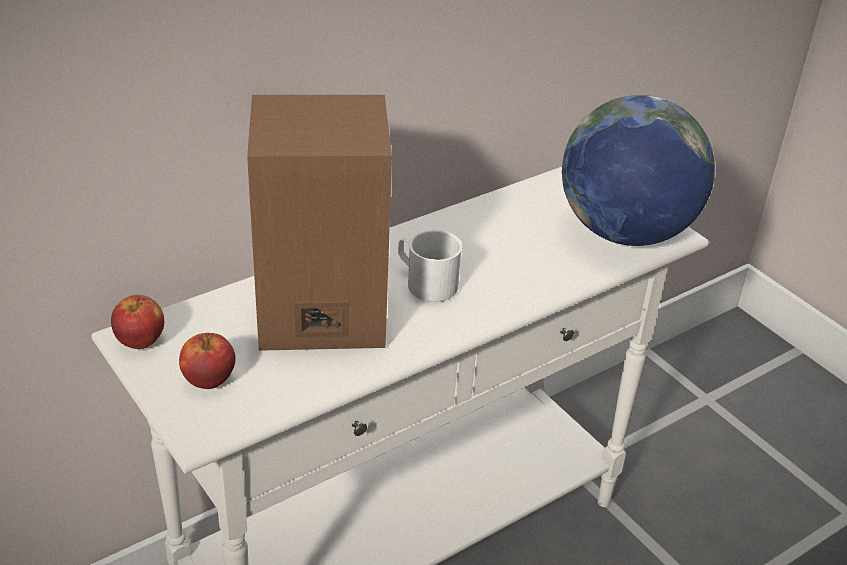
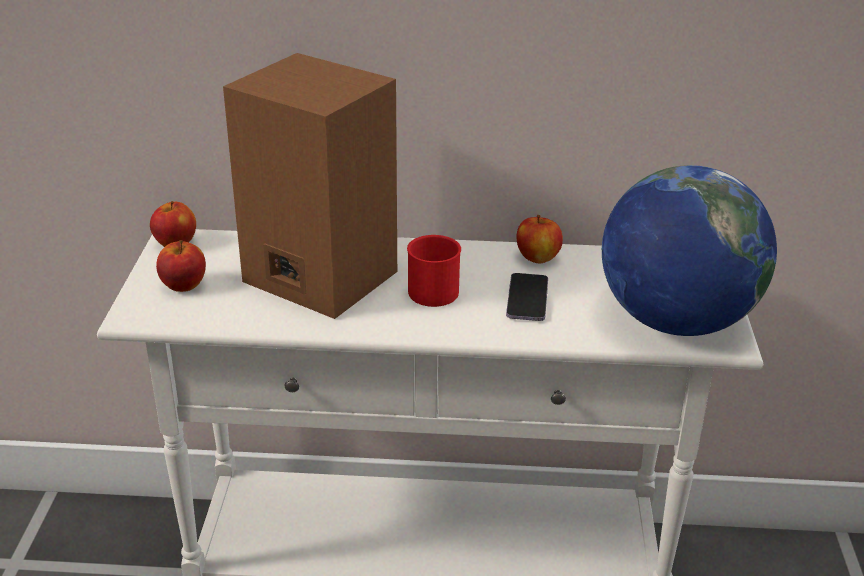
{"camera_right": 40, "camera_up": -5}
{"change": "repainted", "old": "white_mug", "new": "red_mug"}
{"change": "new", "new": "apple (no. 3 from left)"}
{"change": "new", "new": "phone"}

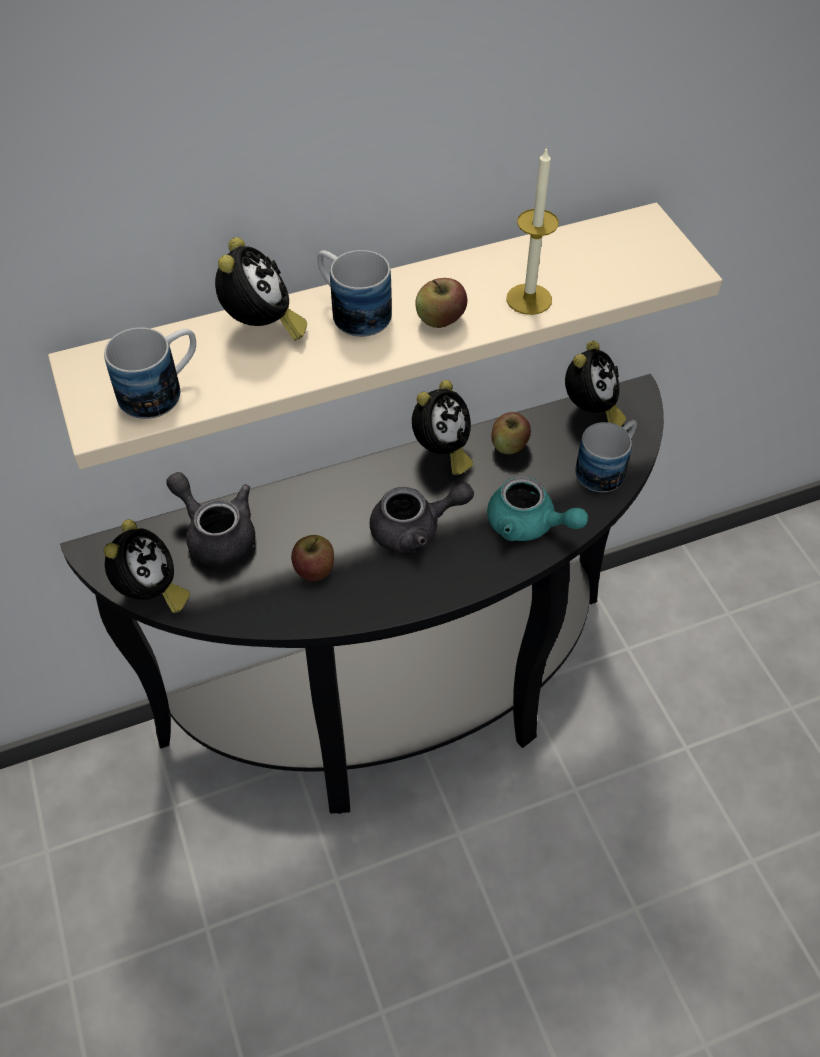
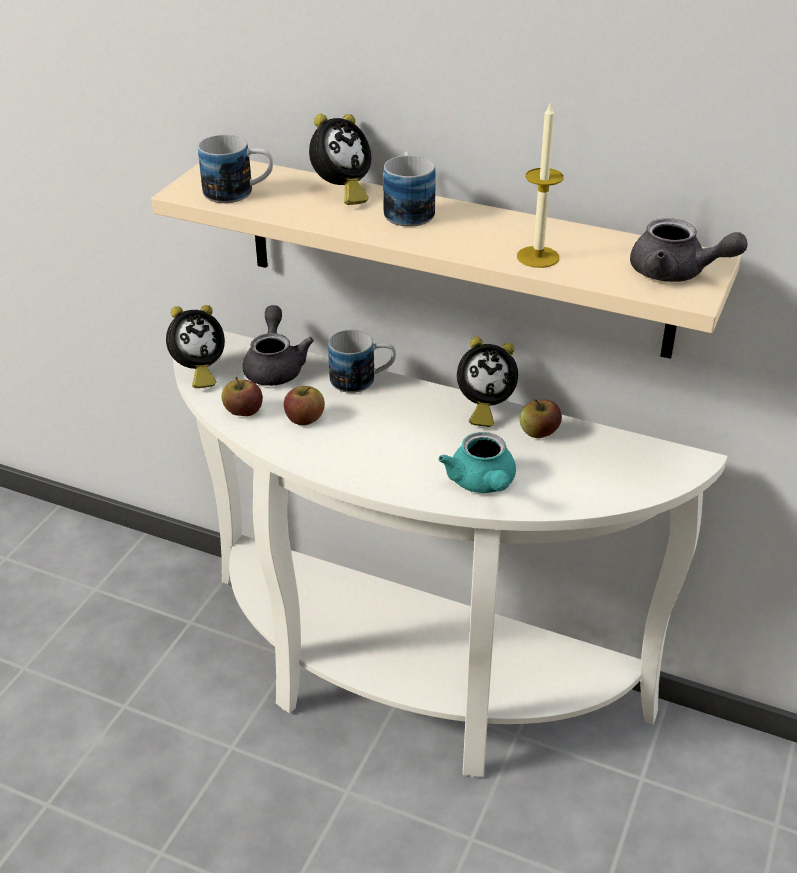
{"camera_right": 45, "camera_up": -15}
{"change": "shifted", "old": "apple (no. 2 from left in the first image)", "new": "apple (no. 1 from left)"}
{"change": "gone", "old": "alarm_clock (no. 4 from left)"}
{"change": "repainted", "old": "black_console_table", "new": "white_console_table"}
{"change": "shifted", "old": "mug (no. 3 from left in the first image)", "new": "mug (no. 2 from left)"}
{"change": "shifted", "old": "grey_teapot (no. 2 from left)"}

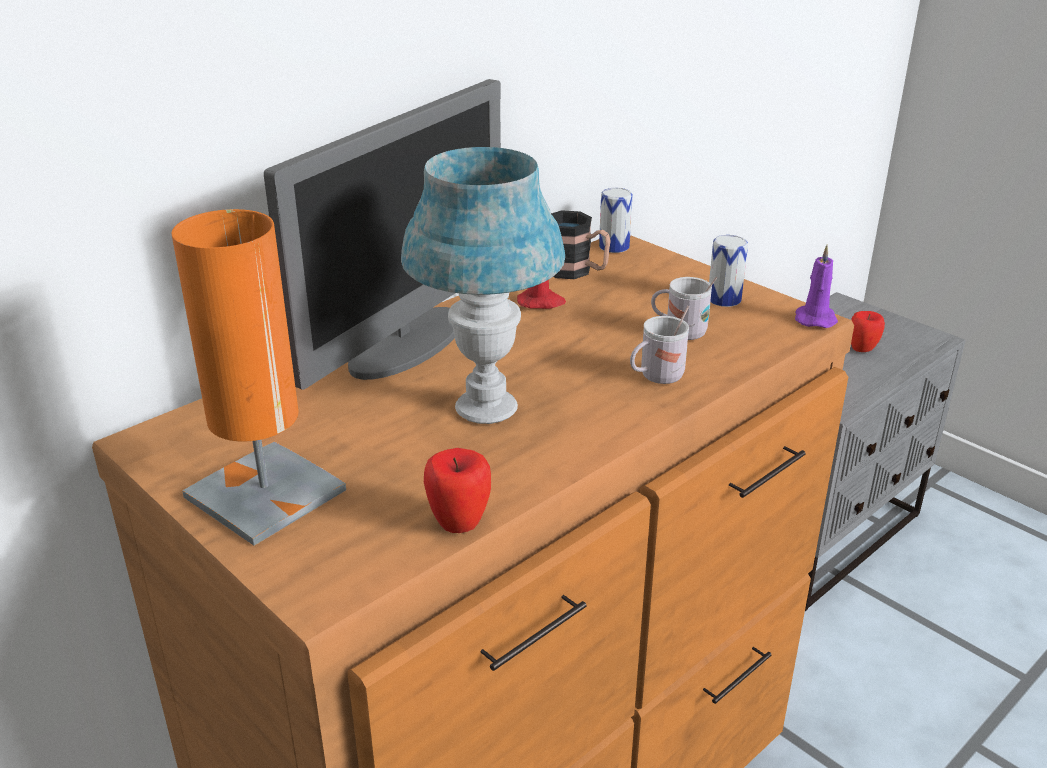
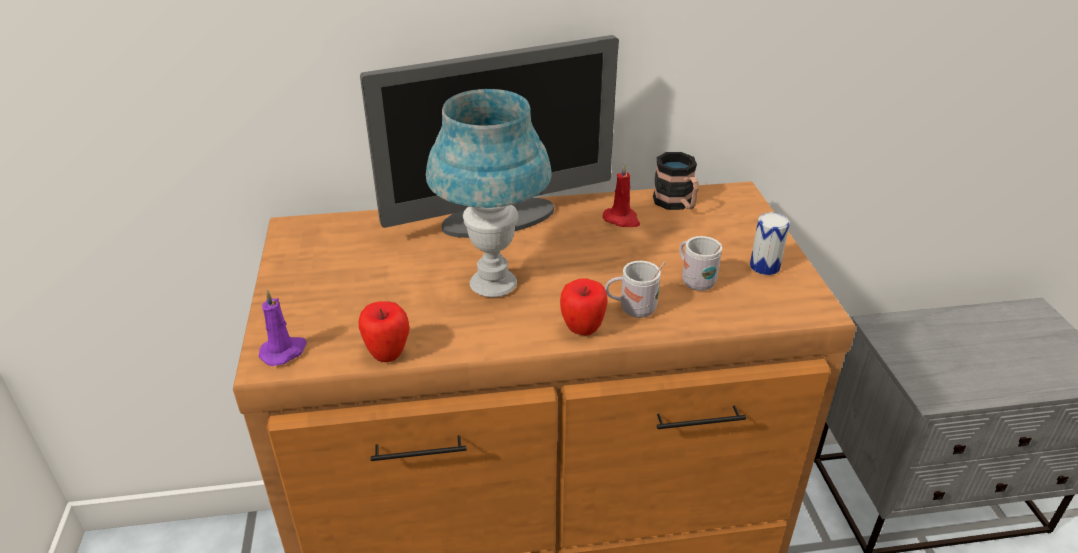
{"camera_right": 35, "camera_up": 5}
{"change": "gone", "old": "can (no. 1 from left)"}
{"change": "gone", "old": "orange_table_lamp"}
{"change": "shifted", "old": "purple_candle"}
{"change": "shifted", "old": "apple (no. 2 from left)"}

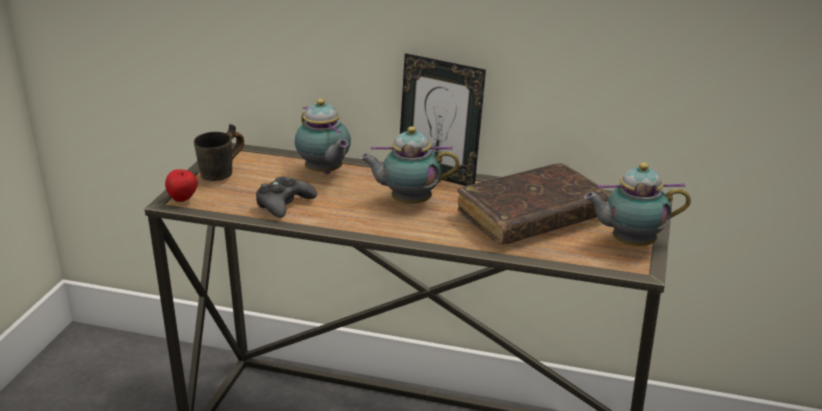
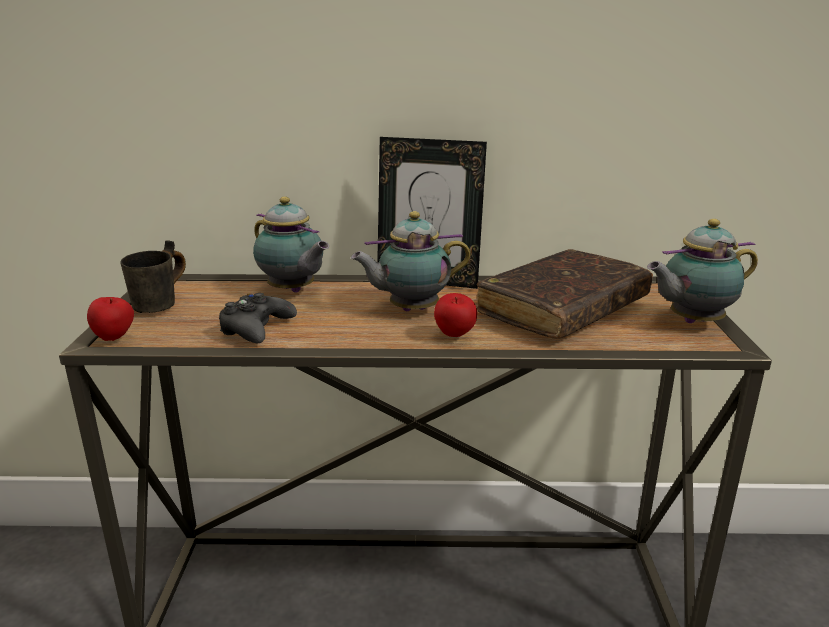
{"camera_right": -15, "camera_up": -5}
{"change": "new", "new": "apple (no. 2 from left)"}

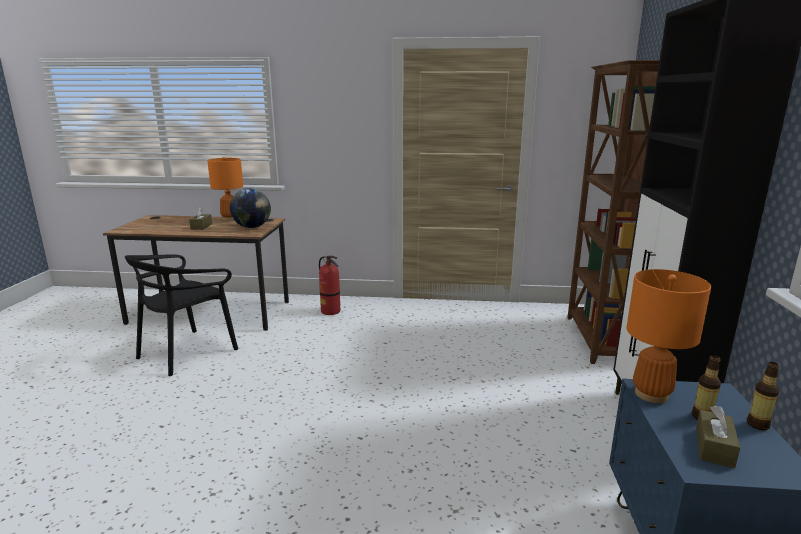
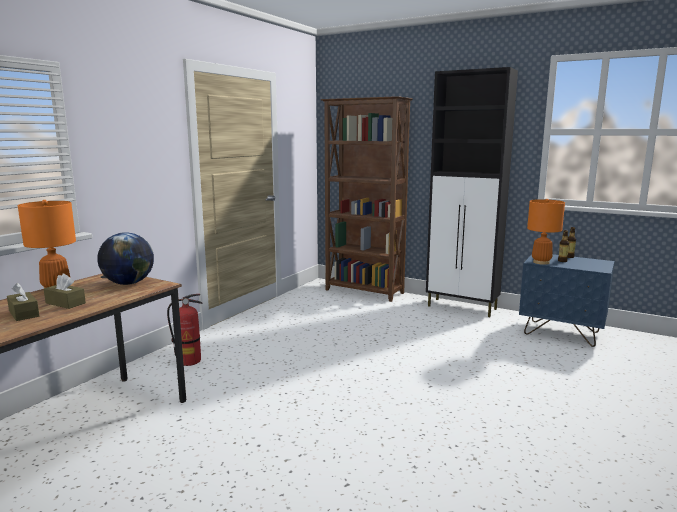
{"camera_right": -65, "camera_up": -5}
{"change": "gone", "old": "black_chair"}
{"change": "shifted", "old": "brown_tissue_box (no. 2 from left in the first image)", "new": "brown_tissue_box (no. 1 from left)"}

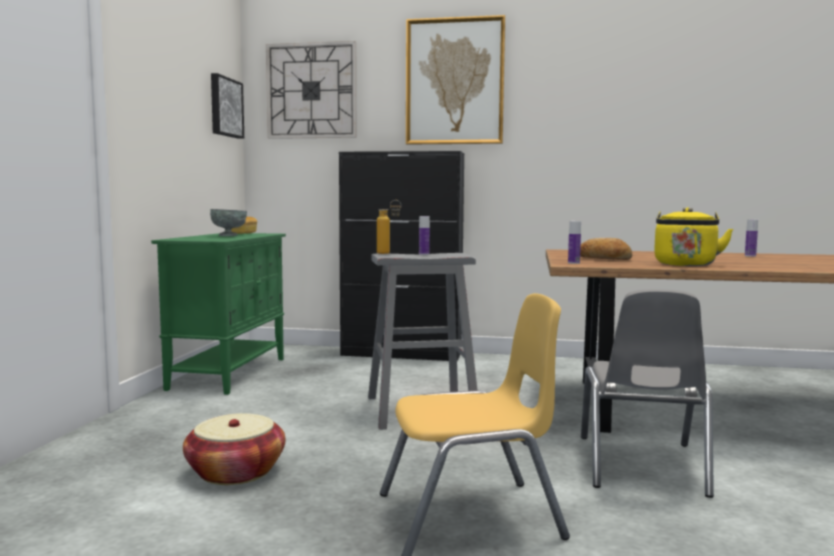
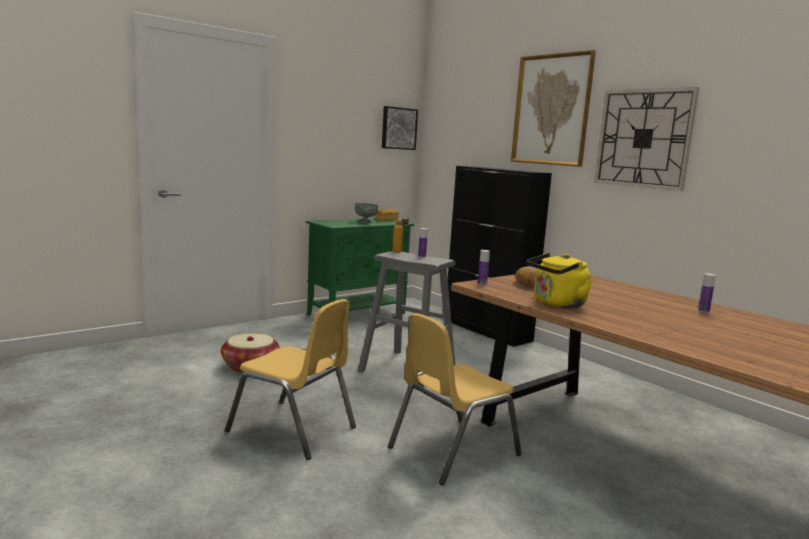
{"camera_right": 40, "camera_up": 5}
{"change": "shifted", "old": "wall_clock"}
{"change": "repainted", "old": "grey_chair", "new": "yellow_chair (no. 2 from left)"}

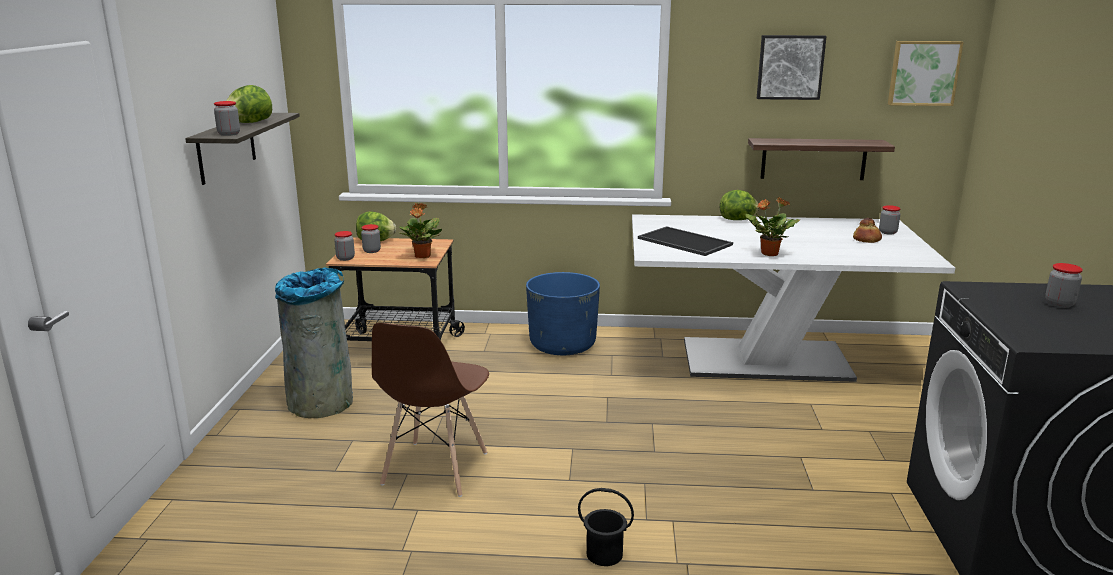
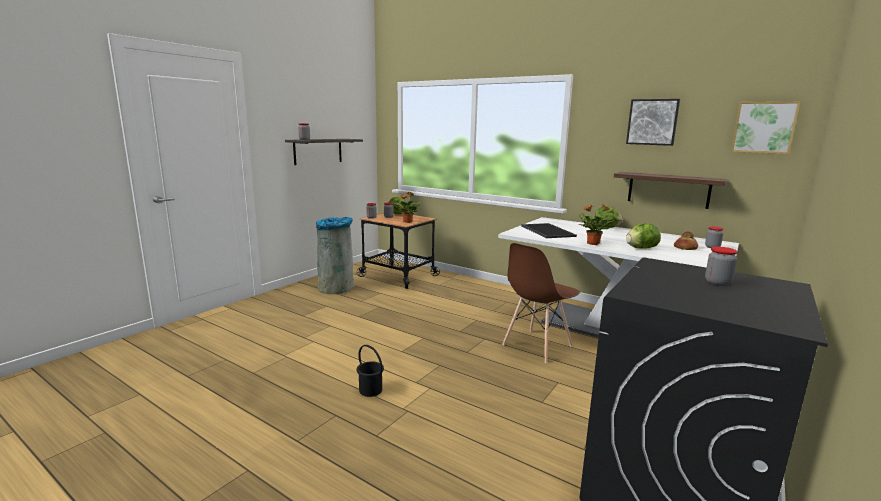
{"camera_right": 30, "camera_up": -5}
{"change": "shifted", "old": "lettuce (no. 1 from left in the first image)", "new": "lettuce (no. 3 from left)"}
{"change": "gone", "old": "blue_planter"}
{"change": "shifted", "old": "brown_chair"}

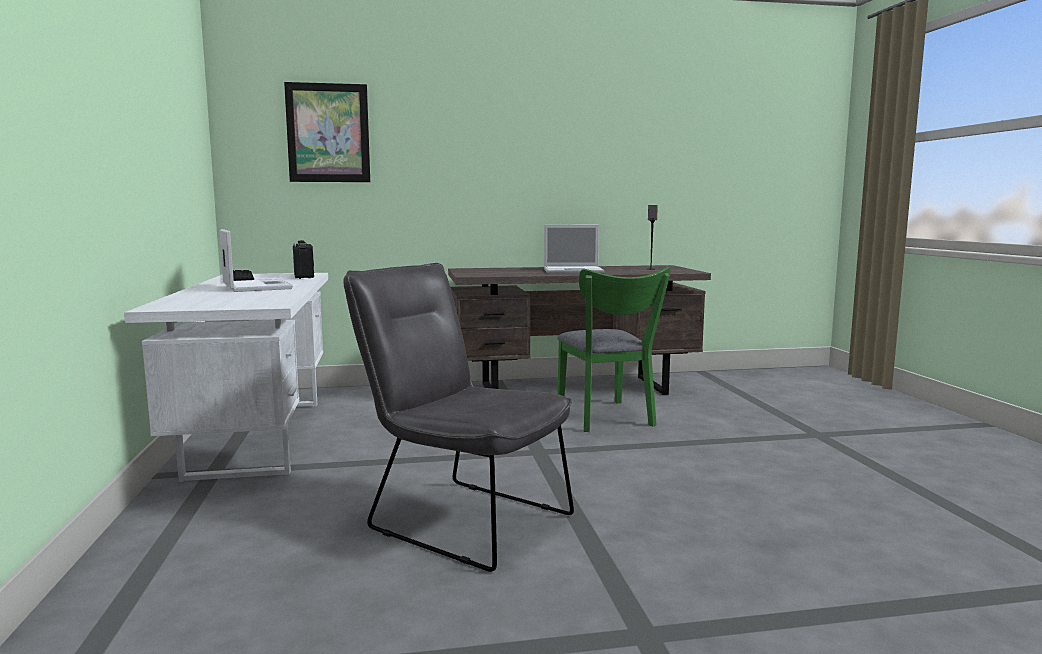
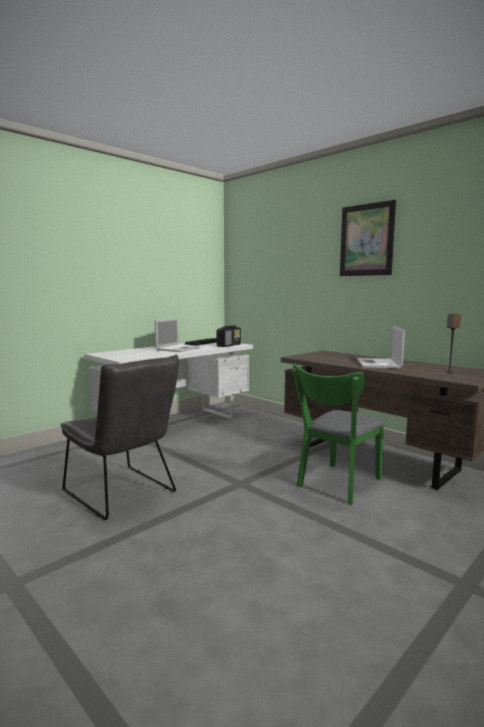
{"camera_right": 55, "camera_up": 0}
{"change": "shifted", "old": "picture"}
{"change": "rotated", "old": "laptop (no. 2 from left)", "degrees": 45}
{"change": "rotated", "old": "grey_chair", "degrees": 135}

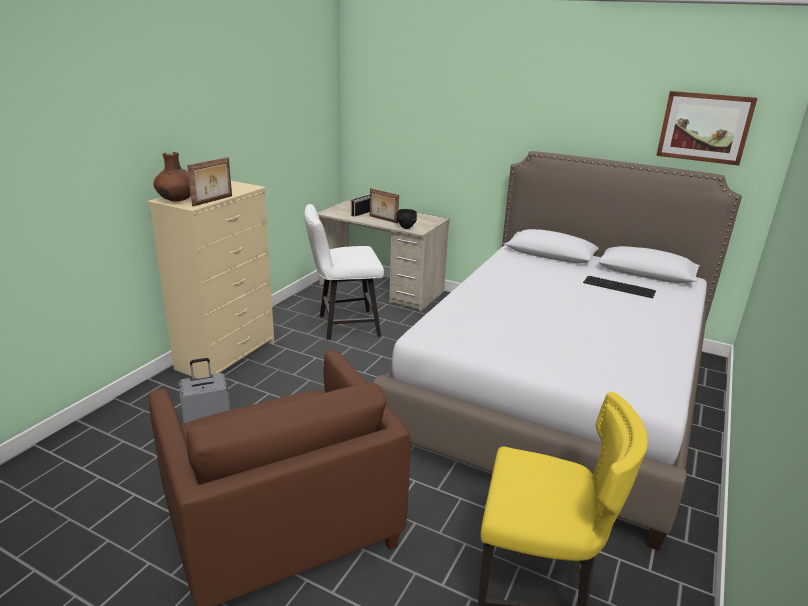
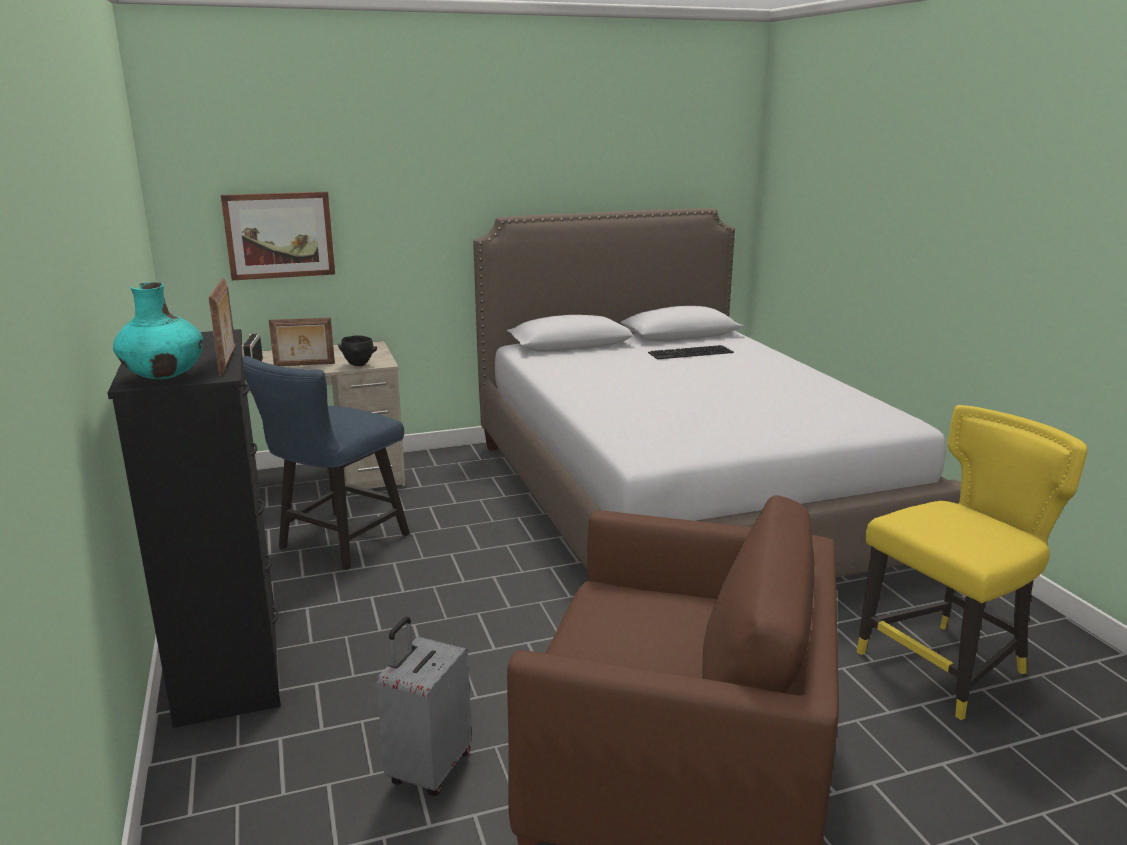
{"camera_right": -45, "camera_up": -5}
{"change": "shifted", "old": "picture"}
{"change": "repainted", "old": "brown_vase", "new": "turquoise_vase"}
{"change": "repainted", "old": "beige_dresser", "new": "black_dresser"}
{"change": "repainted", "old": "white_chair", "new": "blue_chair"}

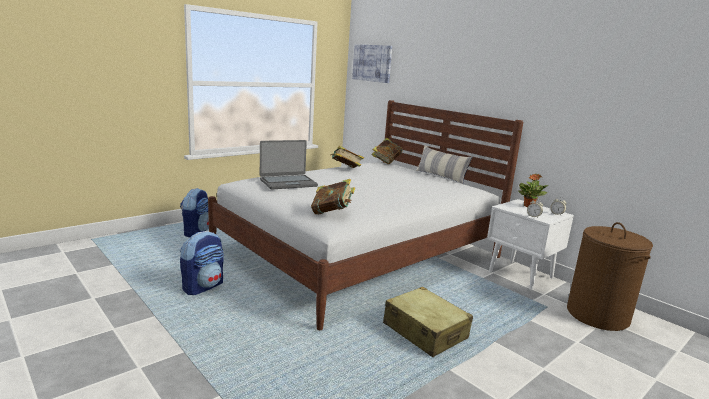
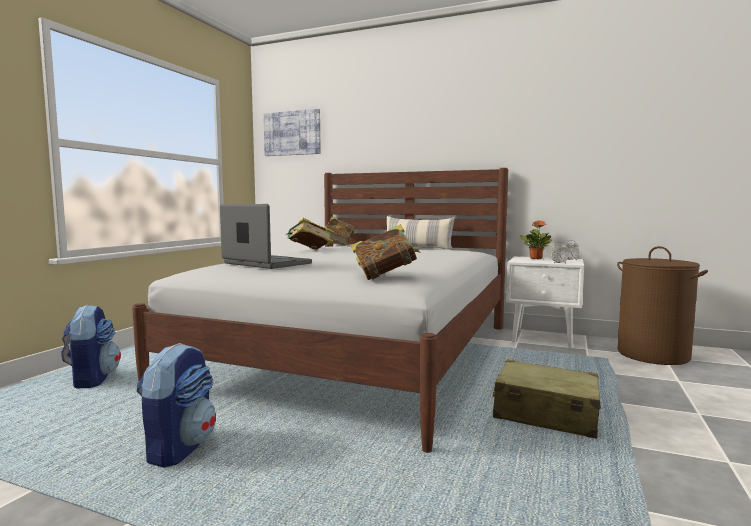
{"camera_right": -25, "camera_up": -10}
{"change": "rotated", "old": "laptop", "degrees": -90}

